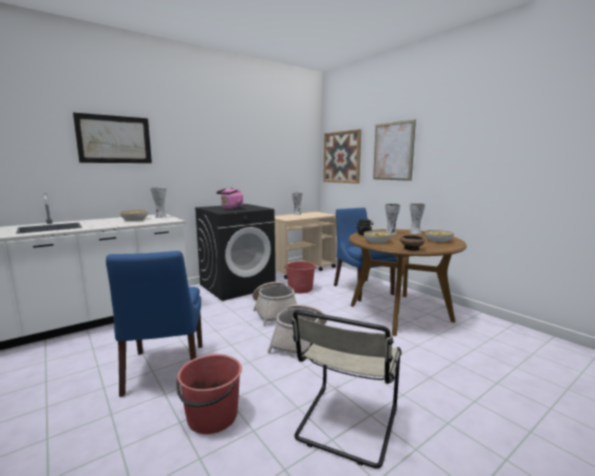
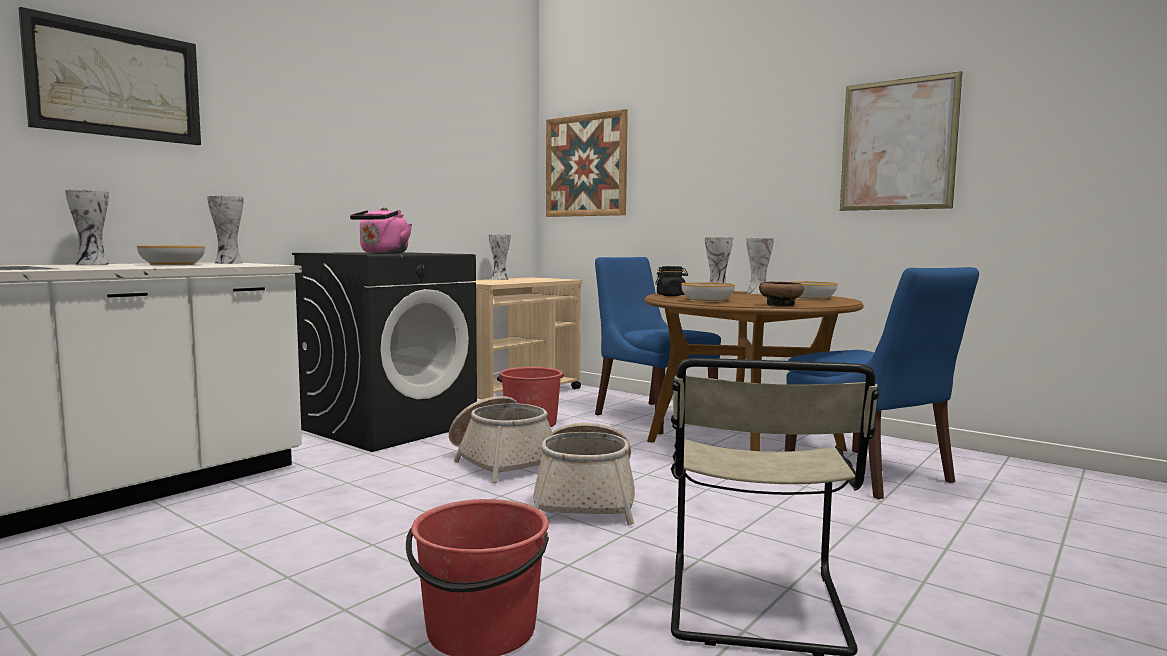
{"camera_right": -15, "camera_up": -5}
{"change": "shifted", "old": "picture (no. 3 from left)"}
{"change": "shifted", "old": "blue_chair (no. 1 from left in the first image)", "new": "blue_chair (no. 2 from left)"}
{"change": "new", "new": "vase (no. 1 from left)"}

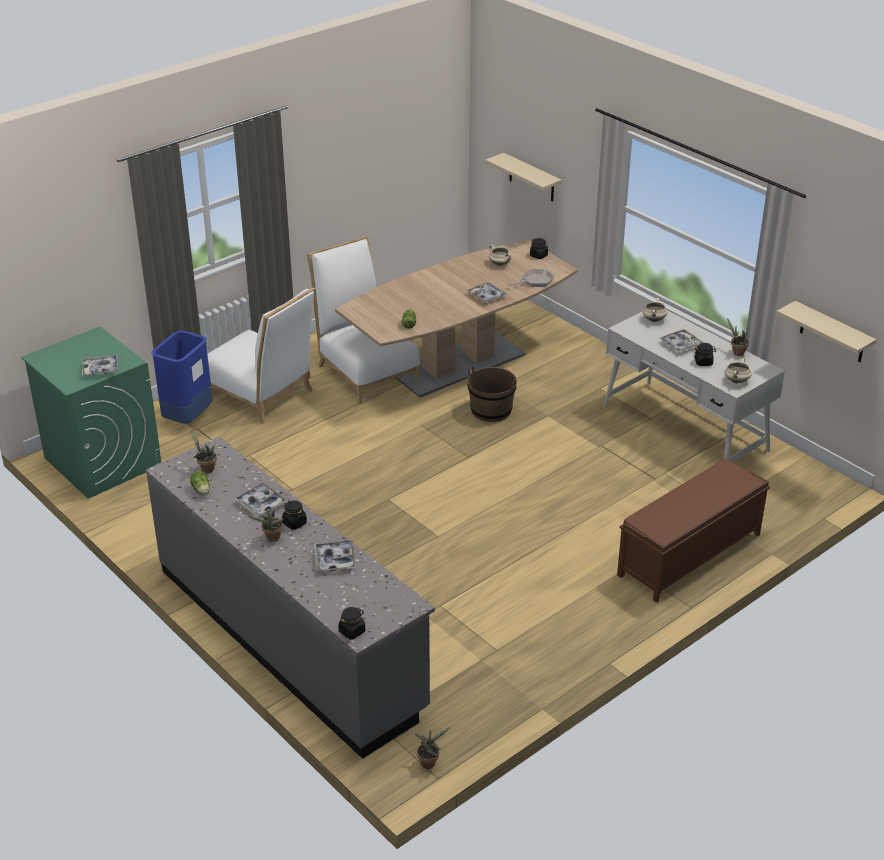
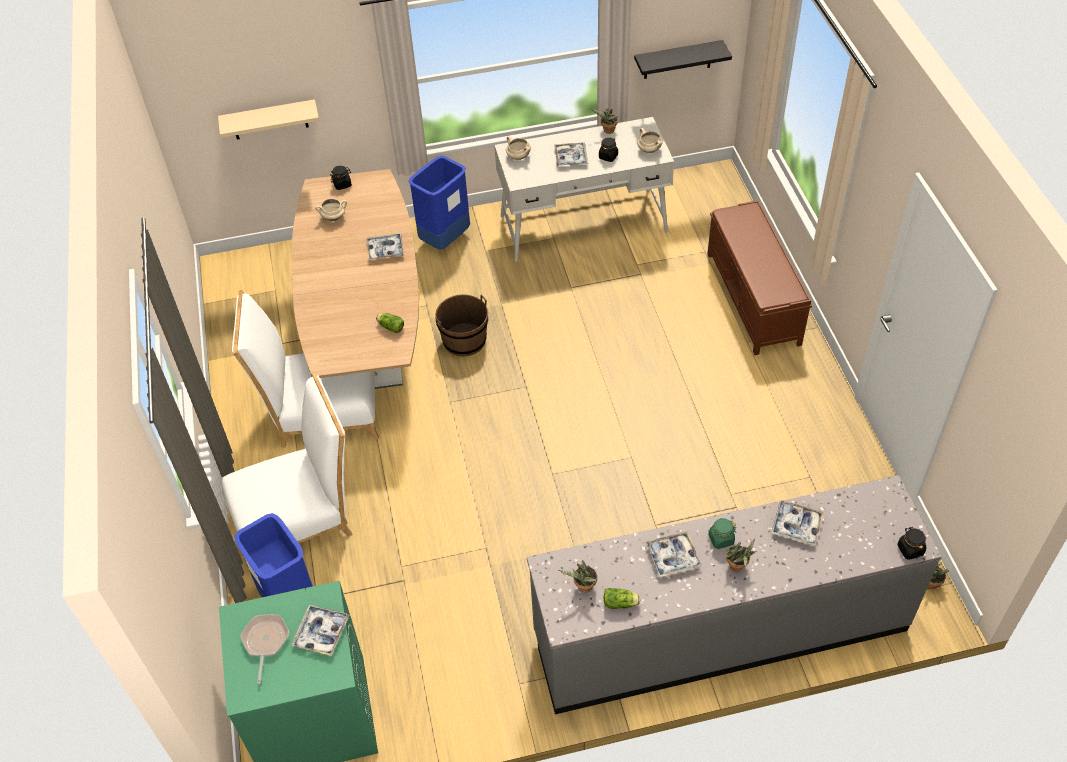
{"camera_right": -60, "camera_up": 15}
{"change": "shifted", "old": "frying_pan"}
{"change": "repainted", "old": "beige_shelf (no. 2 from left)", "new": "black_shelf"}
{"change": "repainted", "old": "black_jar (no. 1 from left)", "new": "green_jar"}
{"change": "new", "new": "blue_trash_can (no. 2 from left)"}

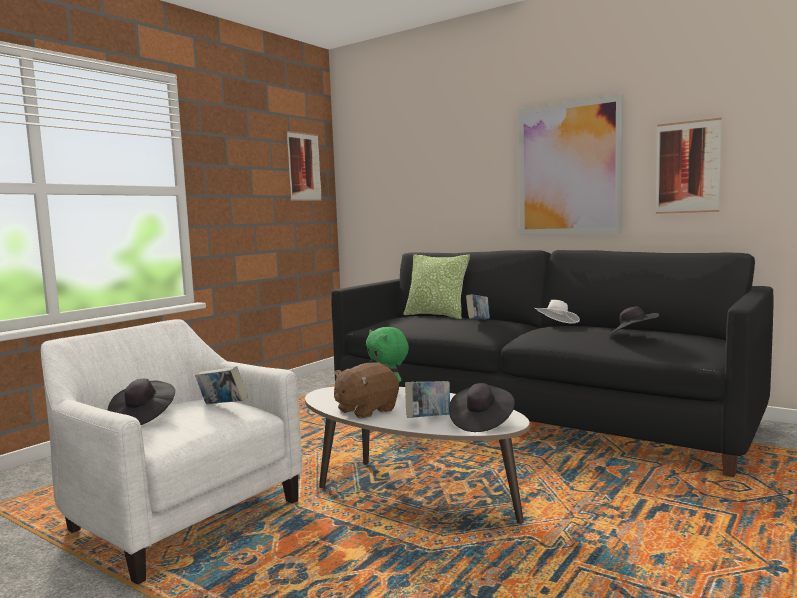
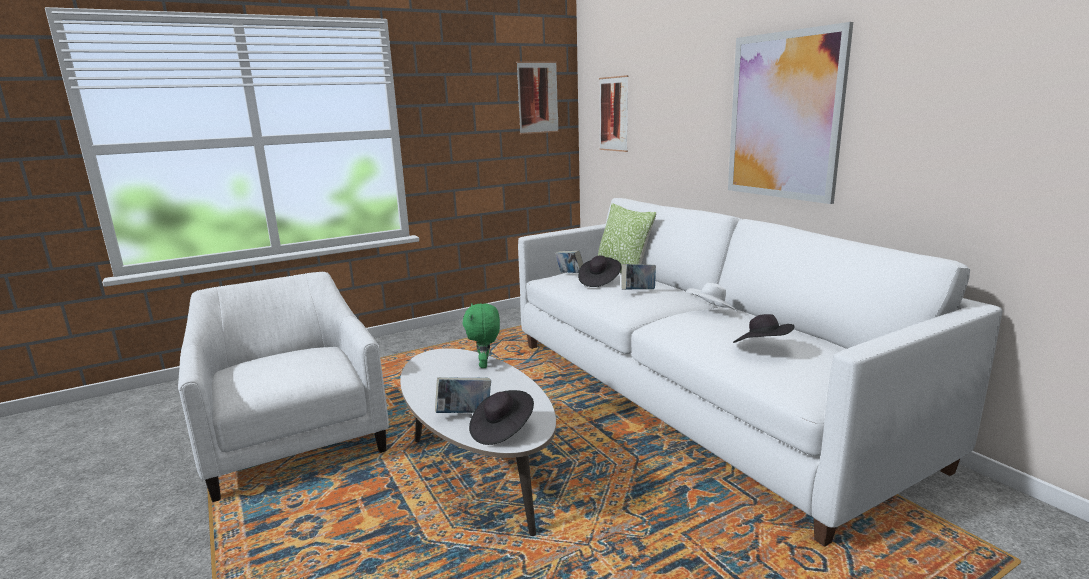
{"camera_right": 25, "camera_up": 10}
{"change": "shifted", "old": "picture (no. 3 from left in the first image)", "new": "picture (no. 2 from left)"}
{"change": "repainted", "old": "black_sofa", "new": "white_sofa"}
{"change": "gone", "old": "brown_plush_toy"}
{"change": "shifted", "old": "book (no. 1 from left in the first image)", "new": "book (no. 2 from left)"}
{"change": "shifted", "old": "black_hat (no. 1 from left in the first image)", "new": "black_hat (no. 2 from left)"}

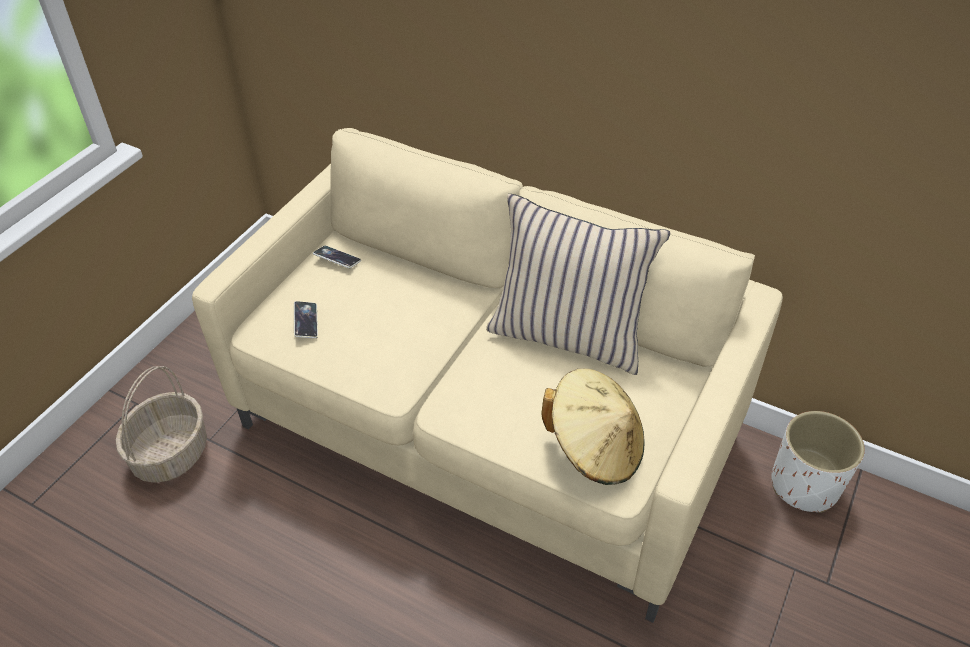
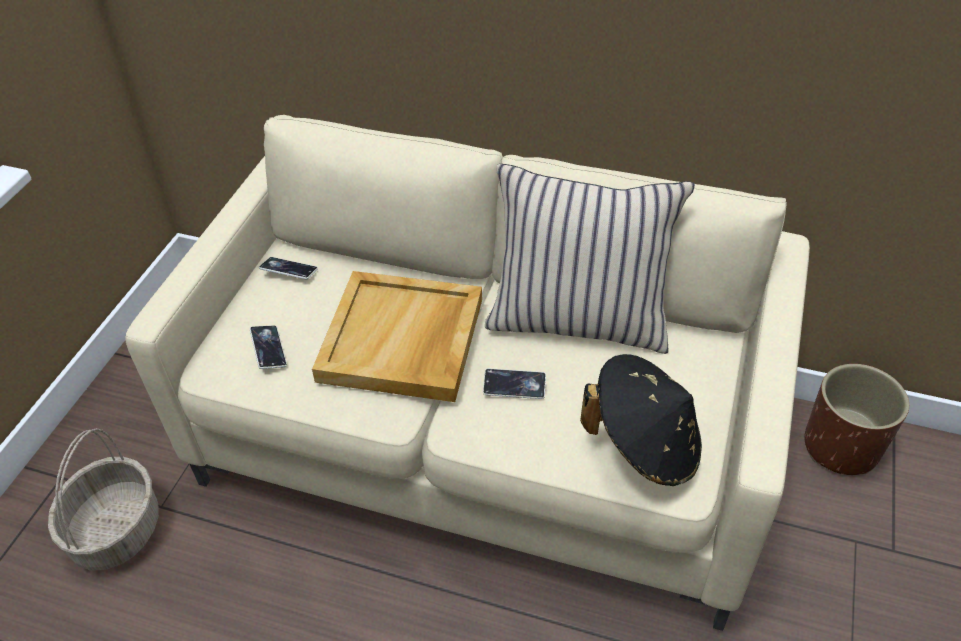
{"camera_right": -10, "camera_up": 0}
{"change": "repainted", "old": "beige_hat", "new": "black_hat"}
{"change": "repainted", "old": "white_planter", "new": "brown_planter"}
{"change": "new", "new": "beige_tray"}
{"change": "new", "new": "phone (no. 3 from left)"}

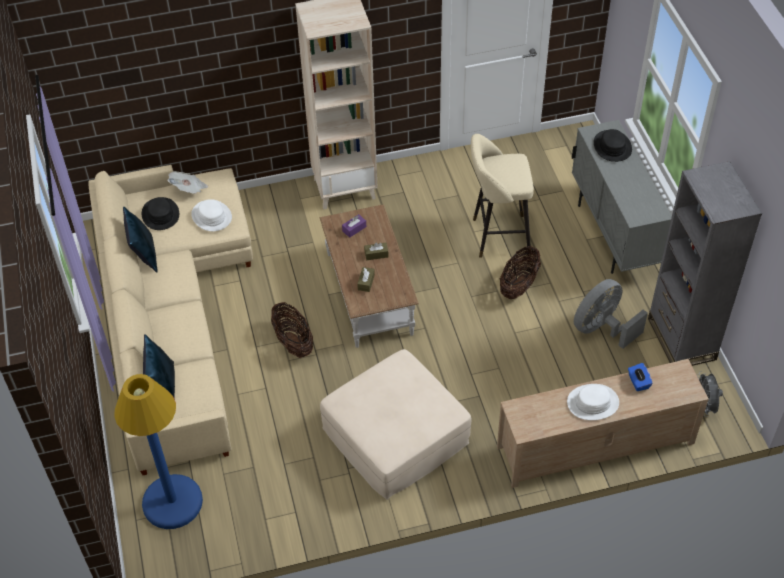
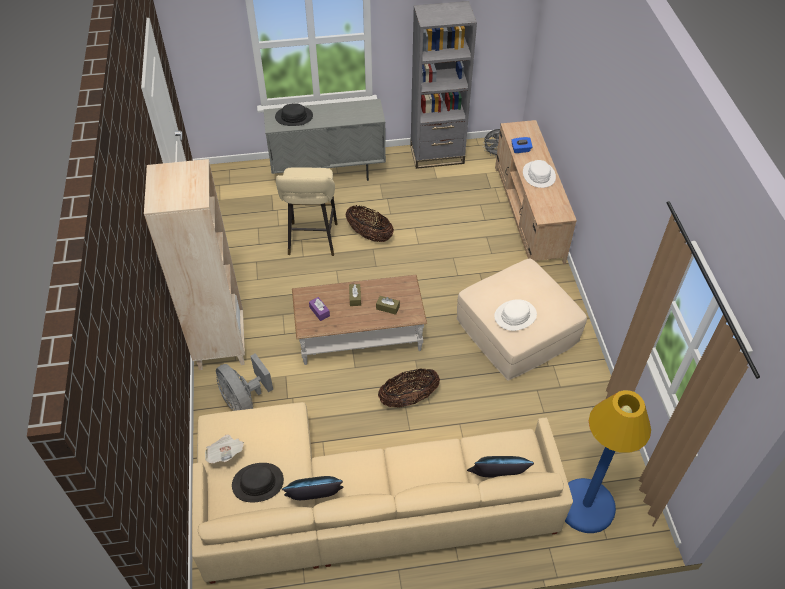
{"camera_right": -85, "camera_up": 0}
{"change": "shifted", "old": "white_hat (no. 1 from left)"}
{"change": "shifted", "old": "grey_fan (no. 1 from left)"}

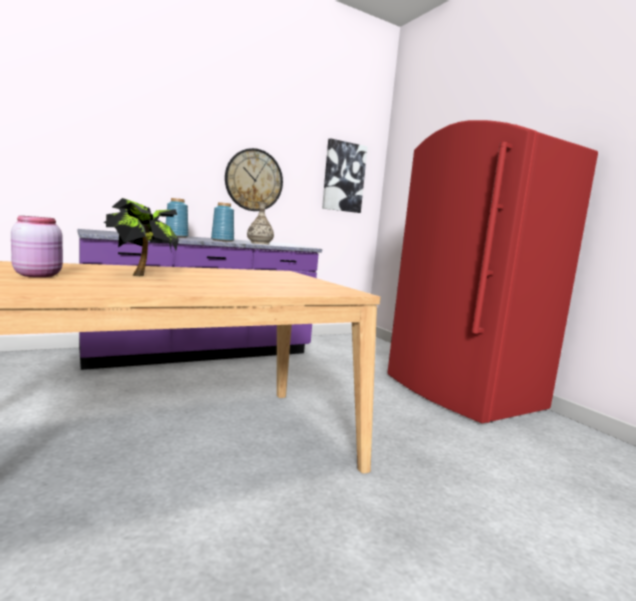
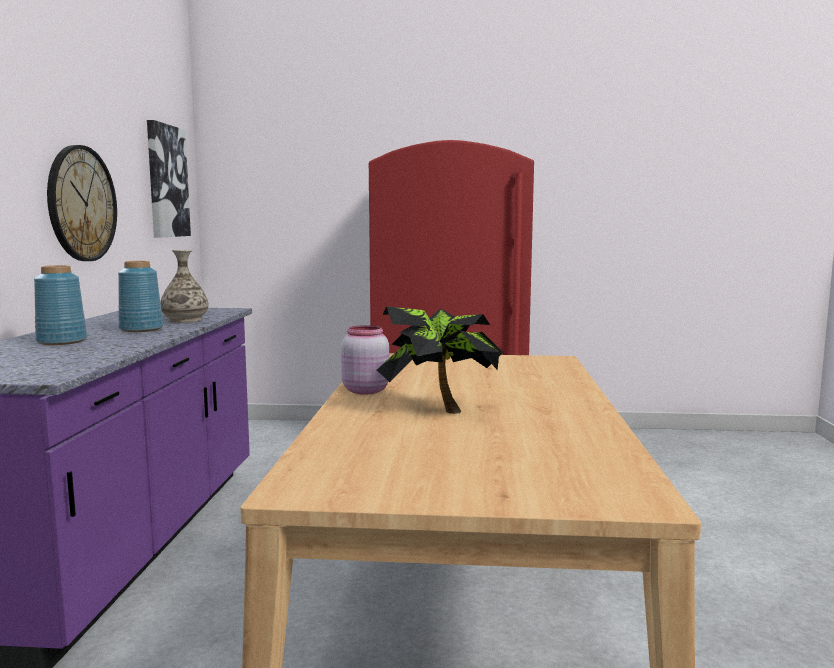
{"camera_right": -55, "camera_up": 0}
{"change": "shifted", "old": "pink_jar"}

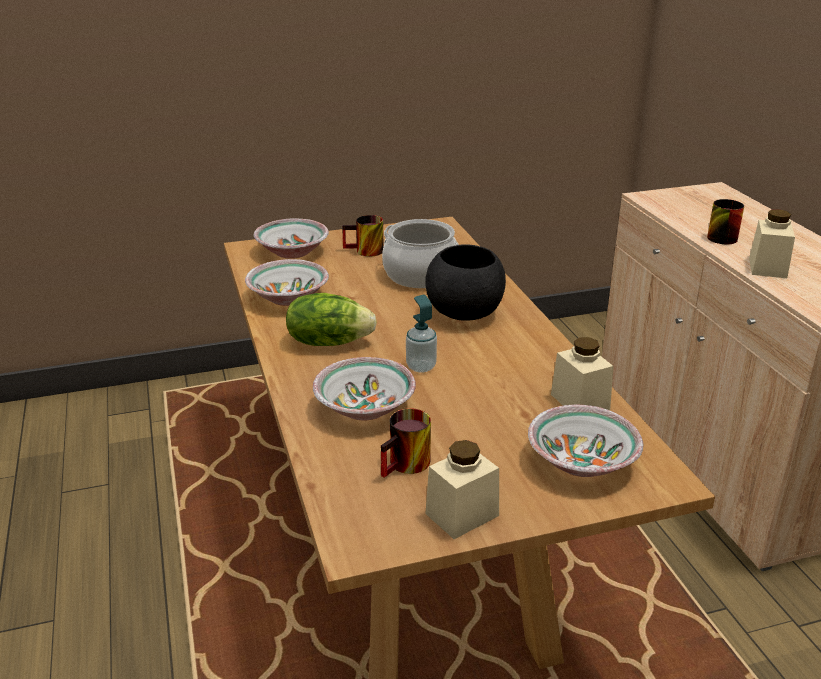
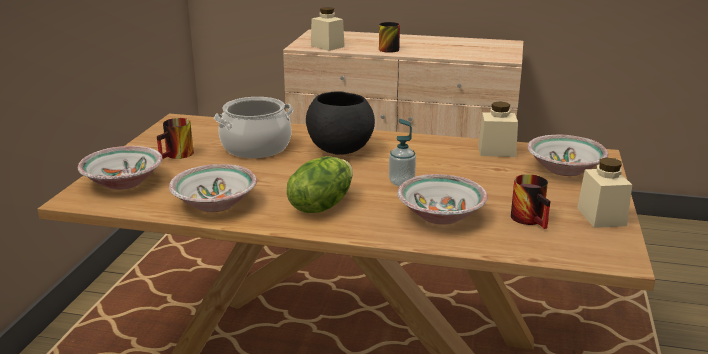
{"camera_right": -60, "camera_up": -5}
{"change": "shifted", "old": "beige_jar (no. 3 from left in the first image)", "new": "beige_jar (no. 1 from left)"}

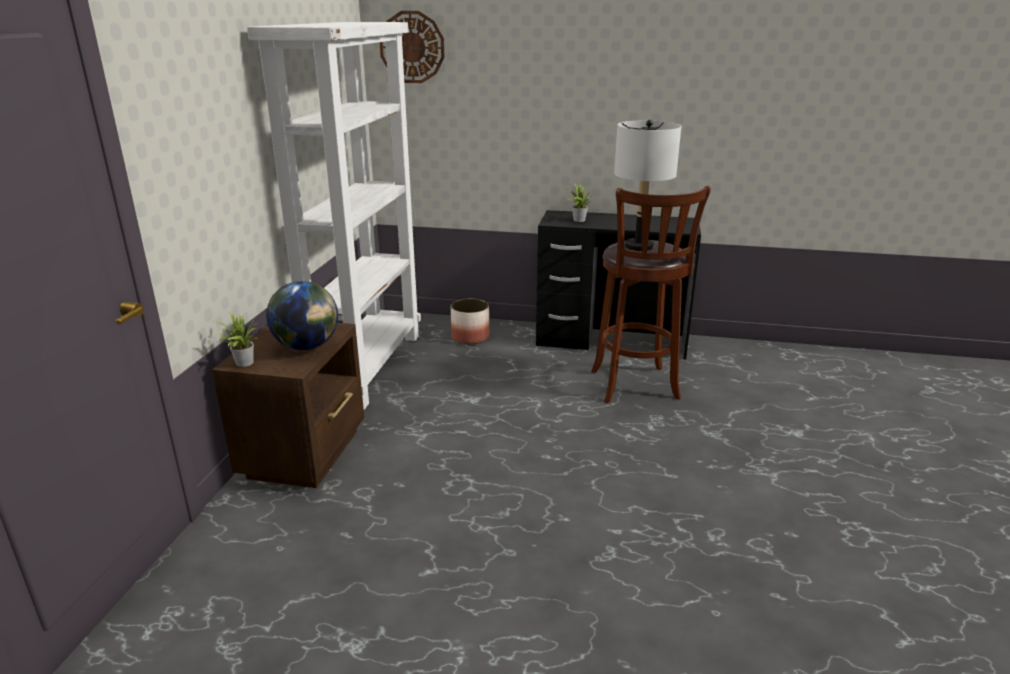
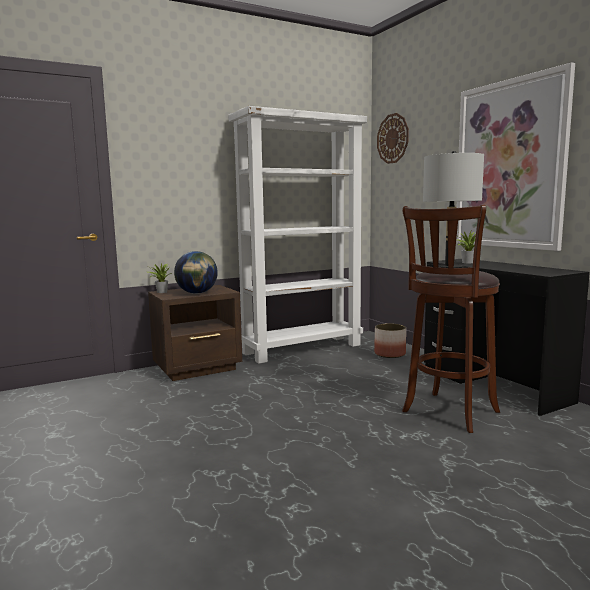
{"camera_right": 50, "camera_up": -15}
{"change": "new", "new": "picture"}

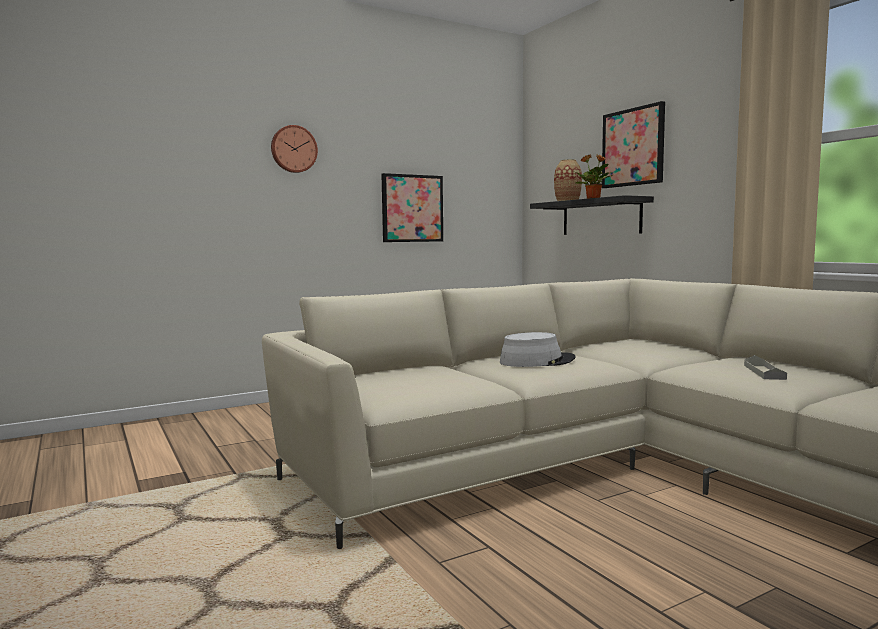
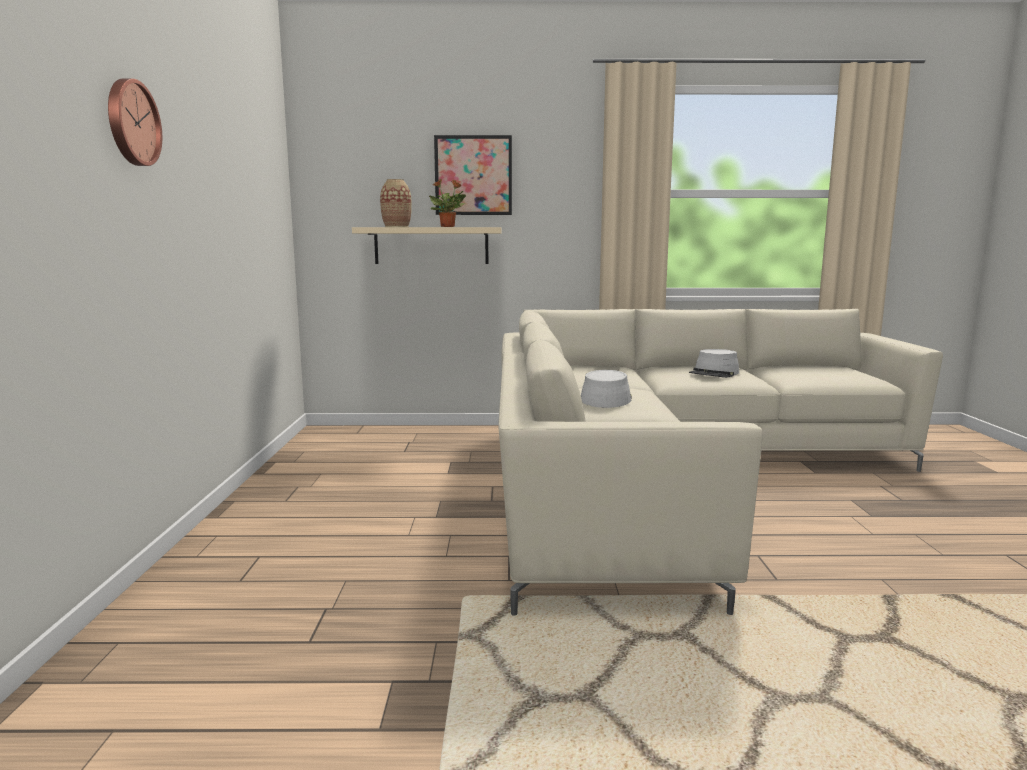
{"camera_right": -60, "camera_up": 5}
{"change": "gone", "old": "picture (no. 1 from left)"}
{"change": "repainted", "old": "black_shelf", "new": "beige_shelf"}
{"change": "swapped", "old": "grey_tray", "new": "grey_hat (no. 2 from left)"}

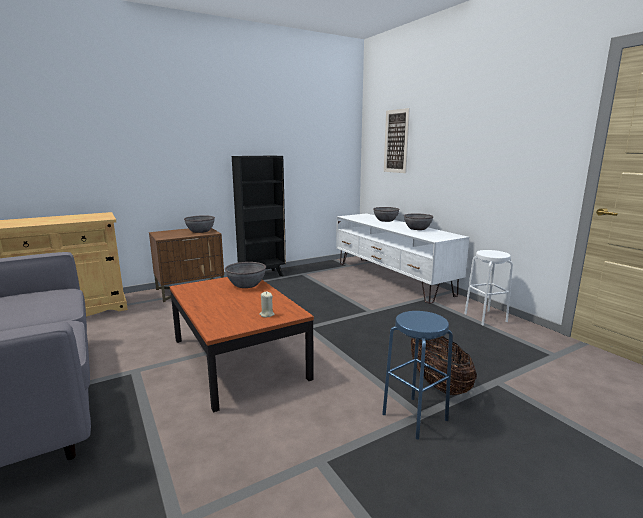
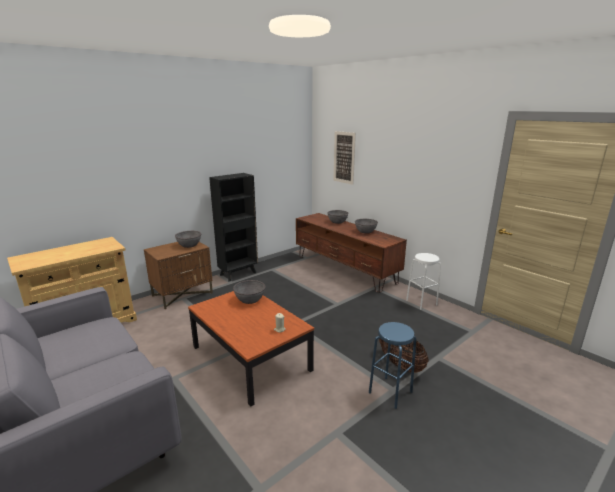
{"camera_right": -10, "camera_up": 5}
{"change": "repainted", "old": "white_tv_stand", "new": "brown_tv_stand"}

